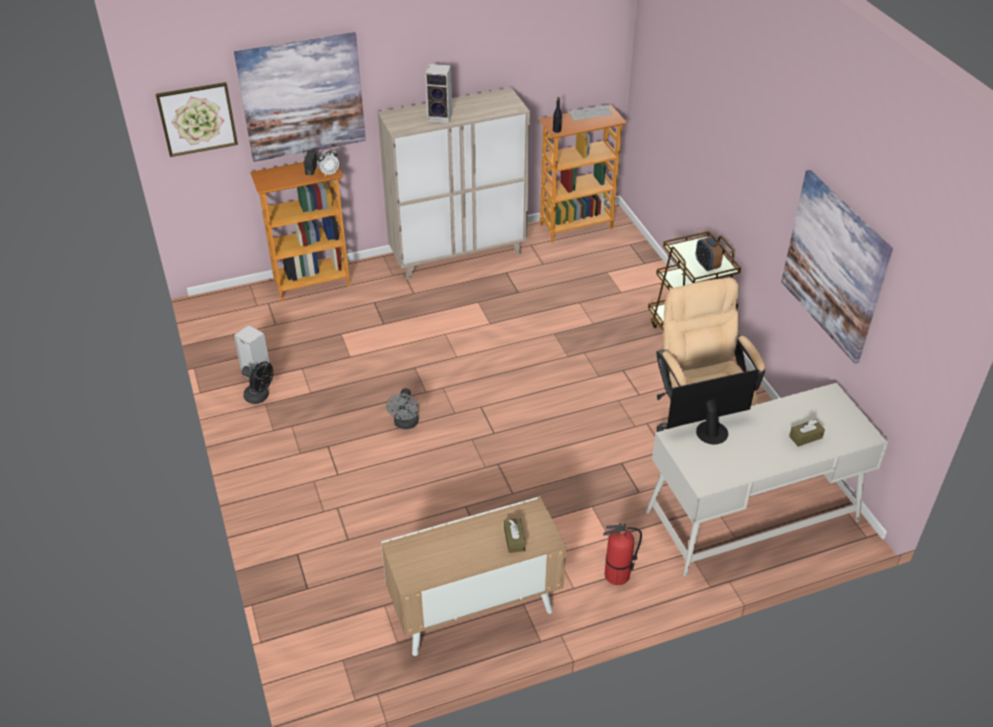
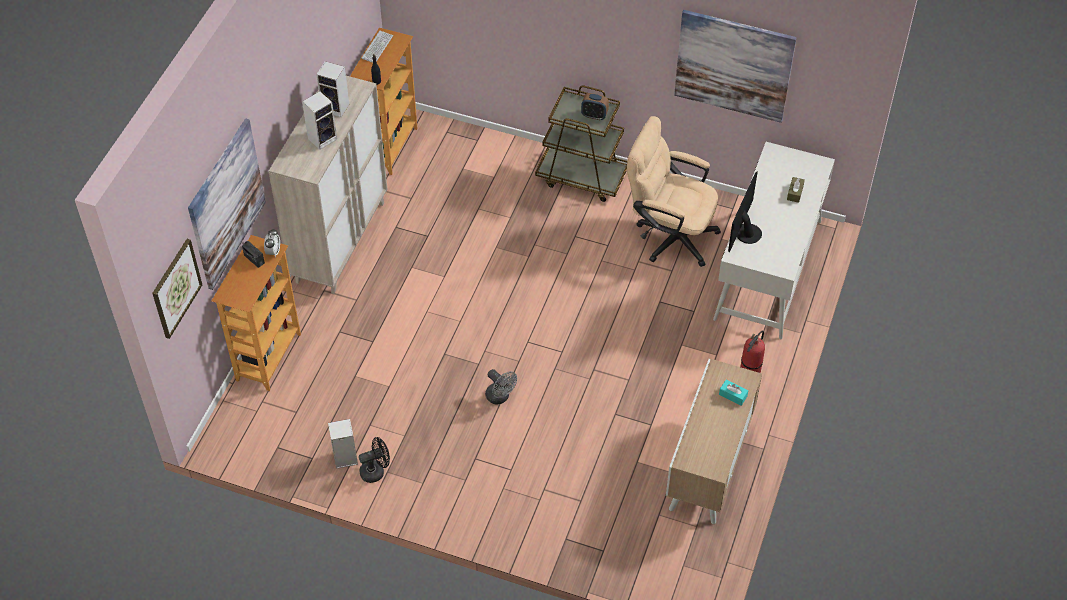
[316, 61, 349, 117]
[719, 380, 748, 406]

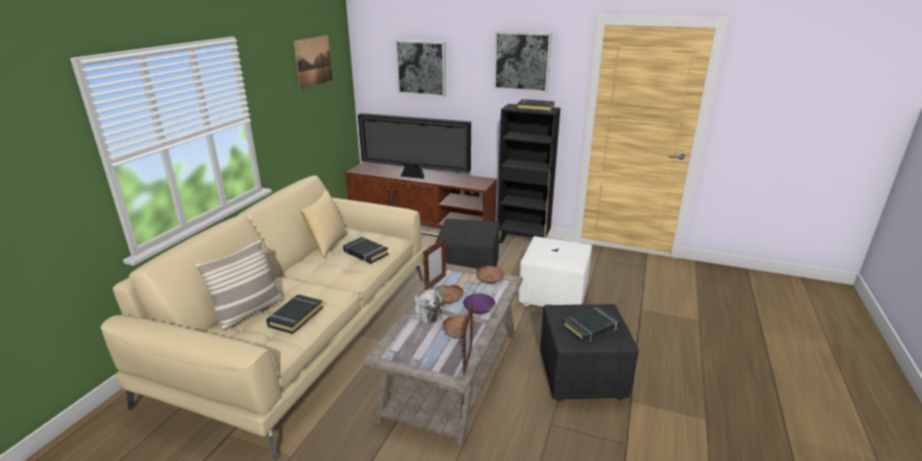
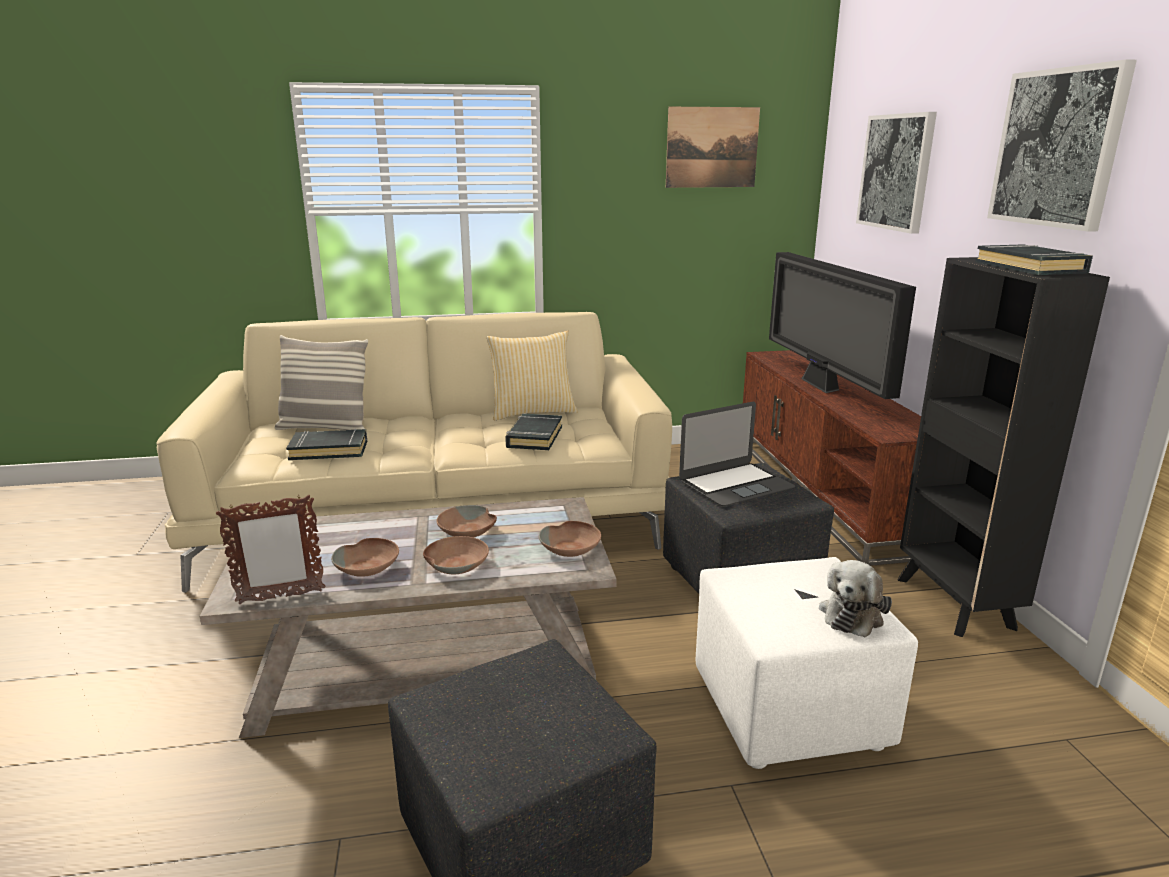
[423, 237, 446, 290] (first image)
[563, 306, 621, 343] (first image)
[679, 402, 795, 506]
[819, 560, 892, 637]
[423, 536, 489, 574]

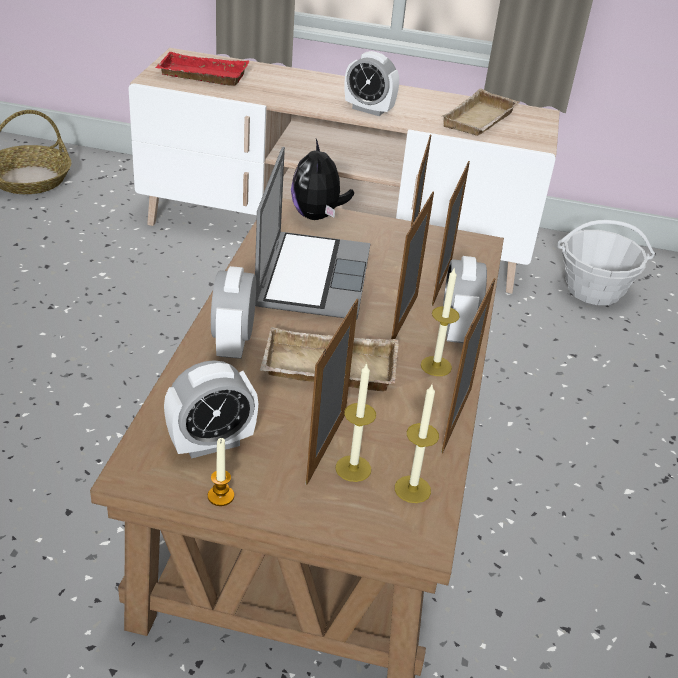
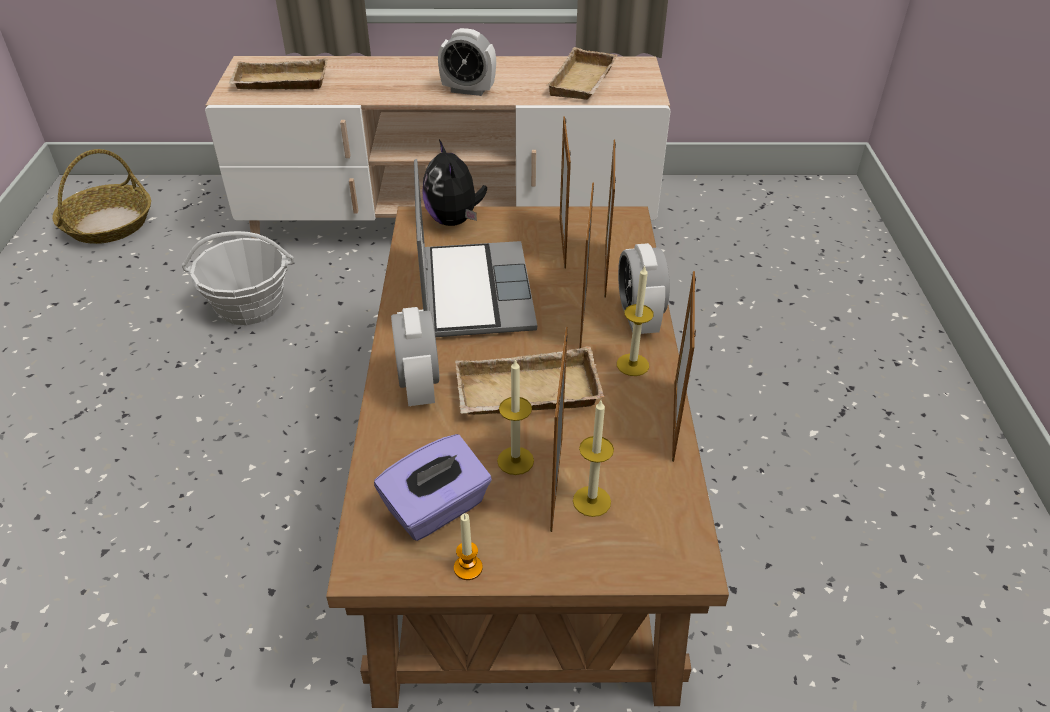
[497, 359, 534, 475]
[182, 231, 294, 325]
[374, 434, 492, 541]
[229, 58, 328, 90]

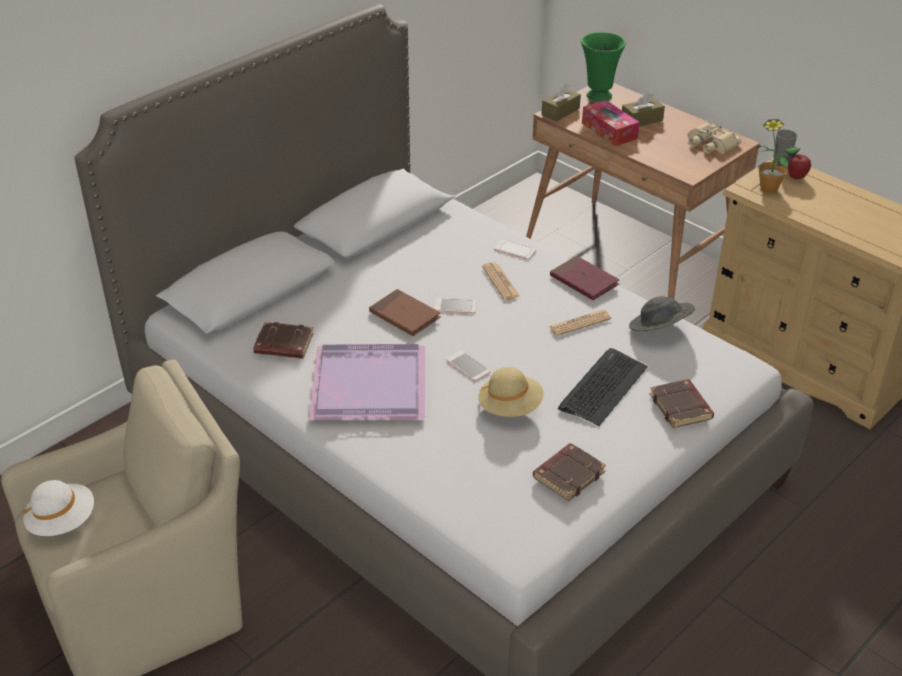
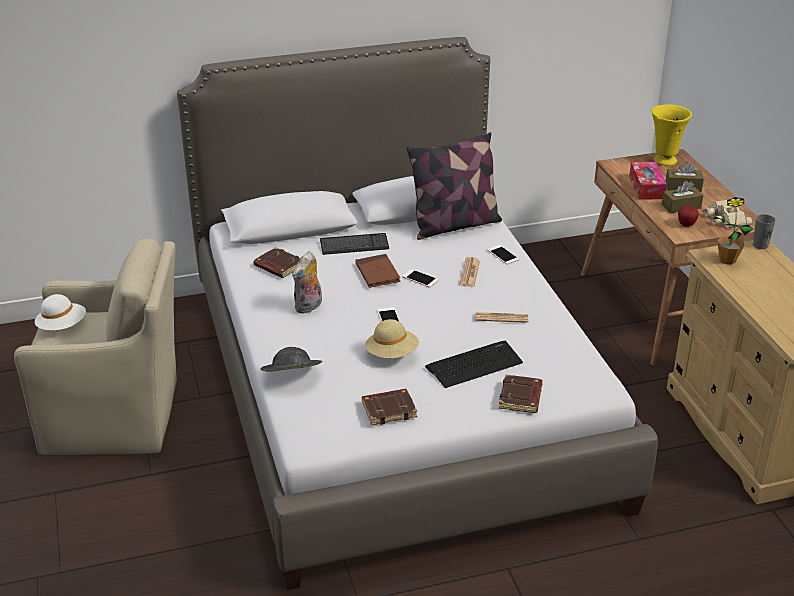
[550, 256, 619, 300] (first image)
[320, 233, 389, 255]
[407, 132, 502, 240]
[662, 181, 703, 213]
[260, 347, 322, 371]
[678, 205, 699, 227]
[292, 251, 322, 314]
[651, 104, 692, 166]

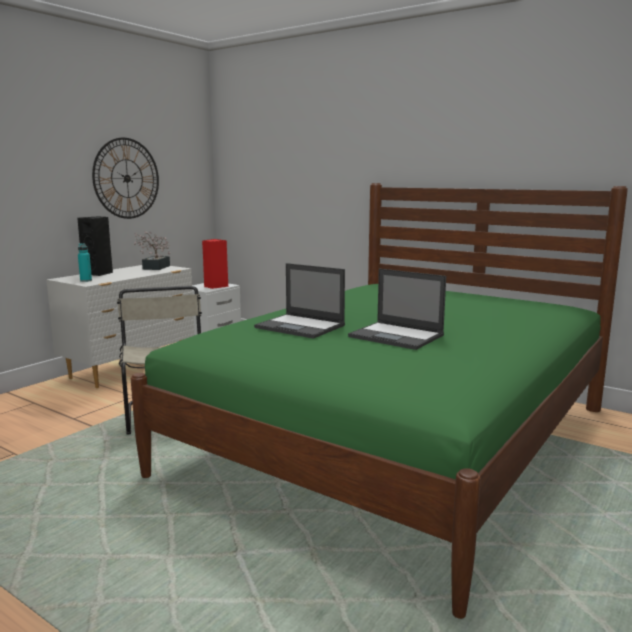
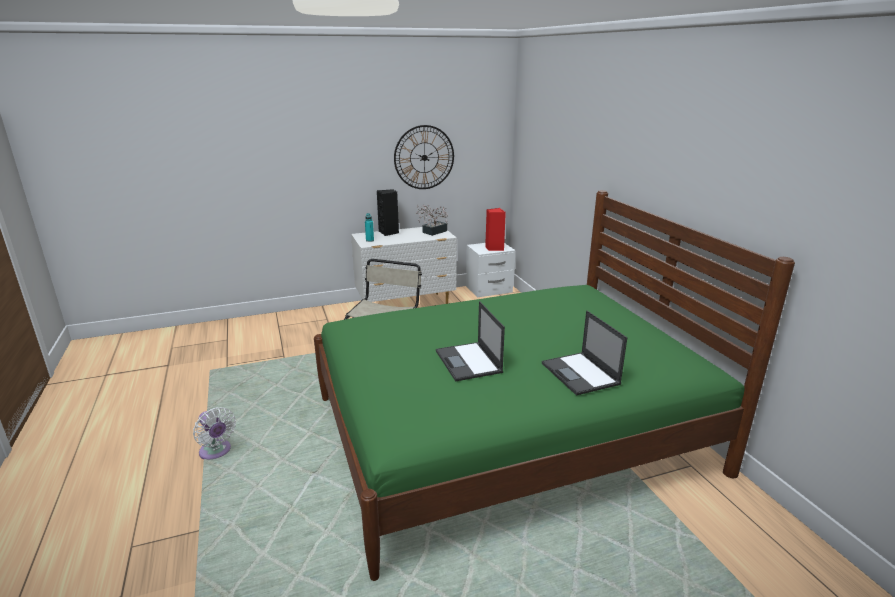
[193, 407, 236, 459]
[542, 310, 627, 396]

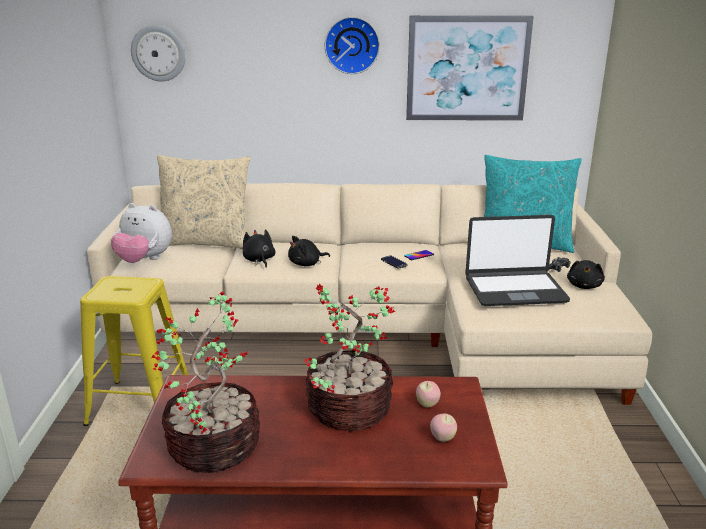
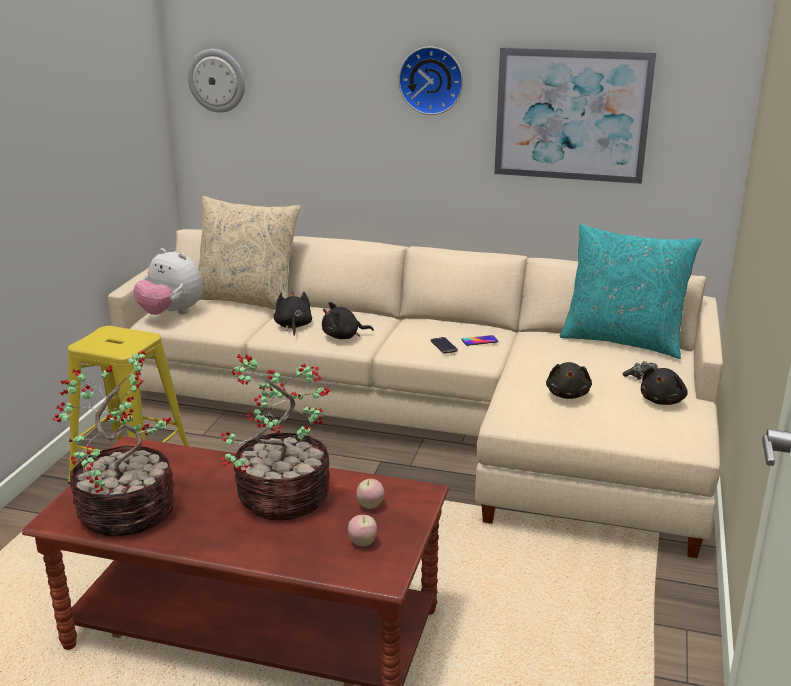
[546, 362, 592, 399]

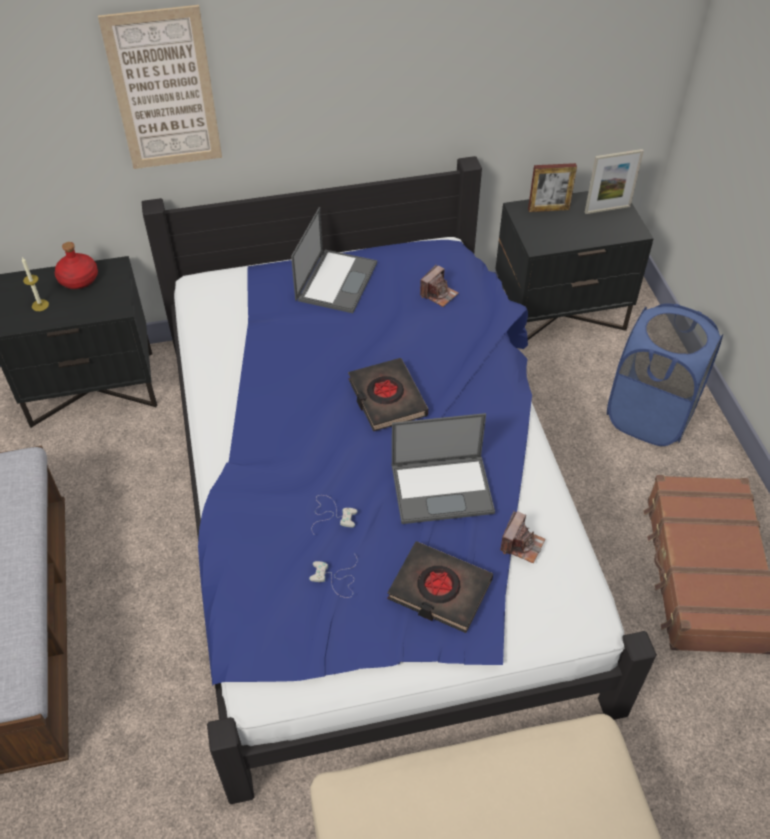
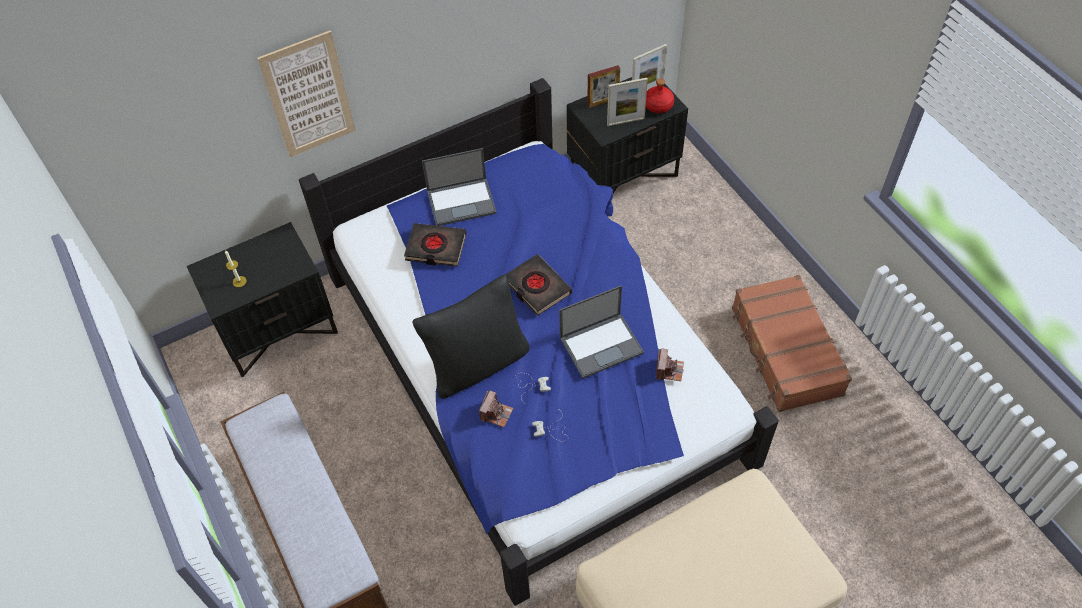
[607, 303, 723, 446] (first image)
[412, 275, 530, 399]
[607, 78, 648, 126]
[646, 78, 674, 113]
[404, 223, 466, 266]
[479, 390, 513, 427]
[422, 148, 497, 226]

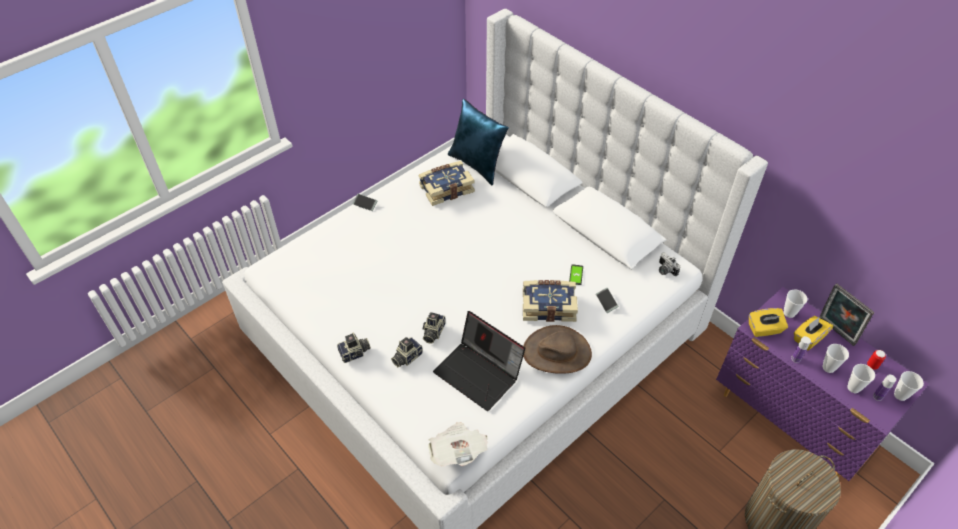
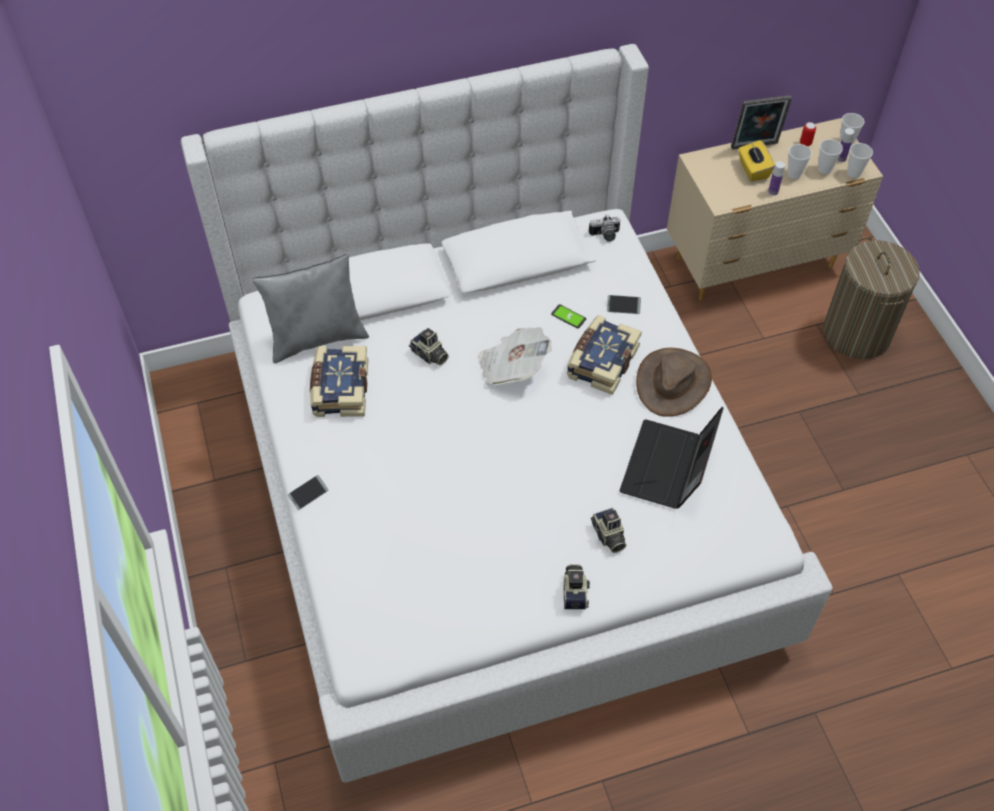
[749, 308, 788, 337] (first image)
[409, 328, 449, 366]
[478, 327, 552, 385]
[847, 143, 873, 178]
[252, 254, 369, 364]
[667, 118, 883, 300]
[619, 407, 724, 509]

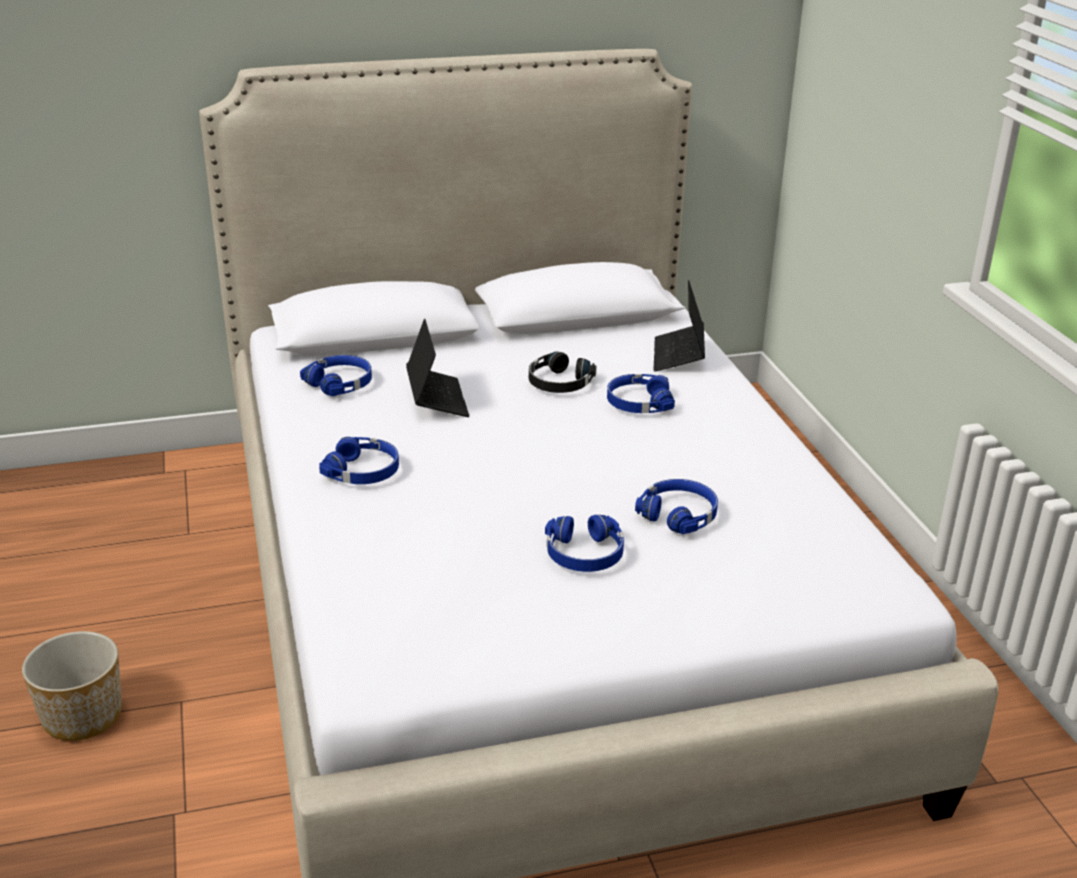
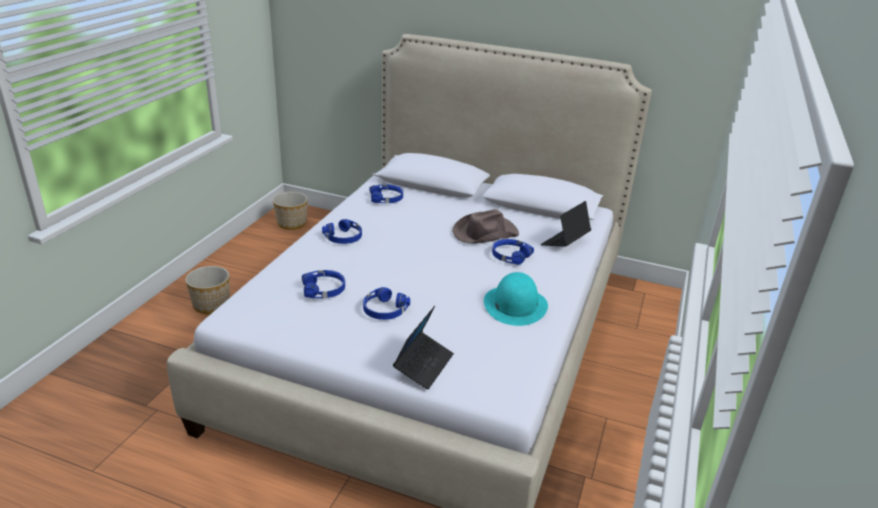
[273, 192, 308, 230]
[484, 272, 548, 326]
[393, 306, 454, 389]
[302, 270, 345, 298]
[452, 209, 519, 244]

